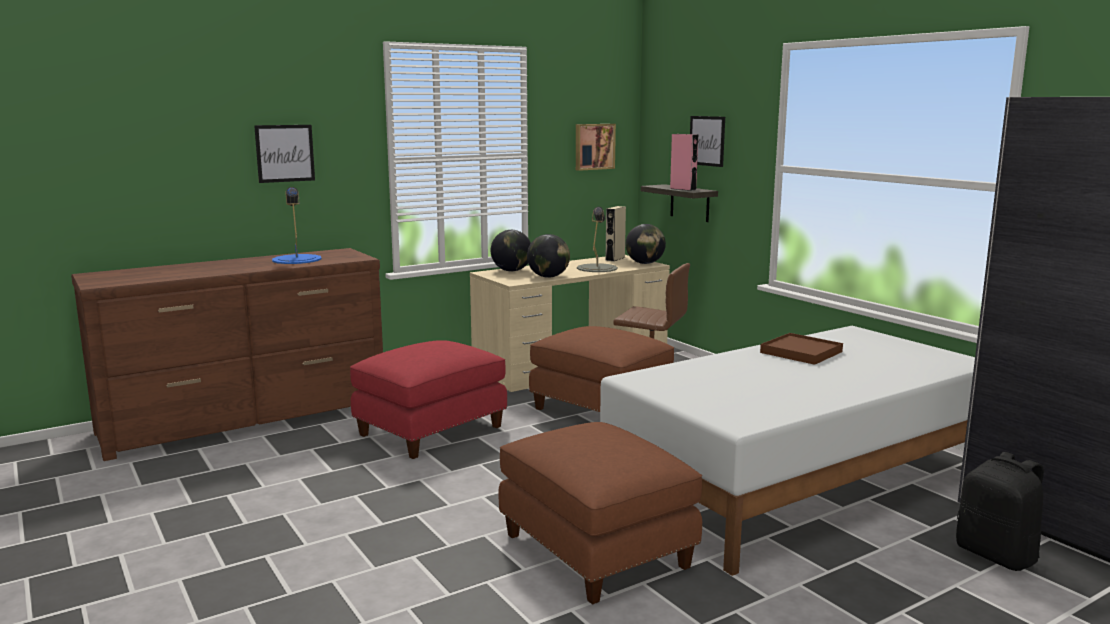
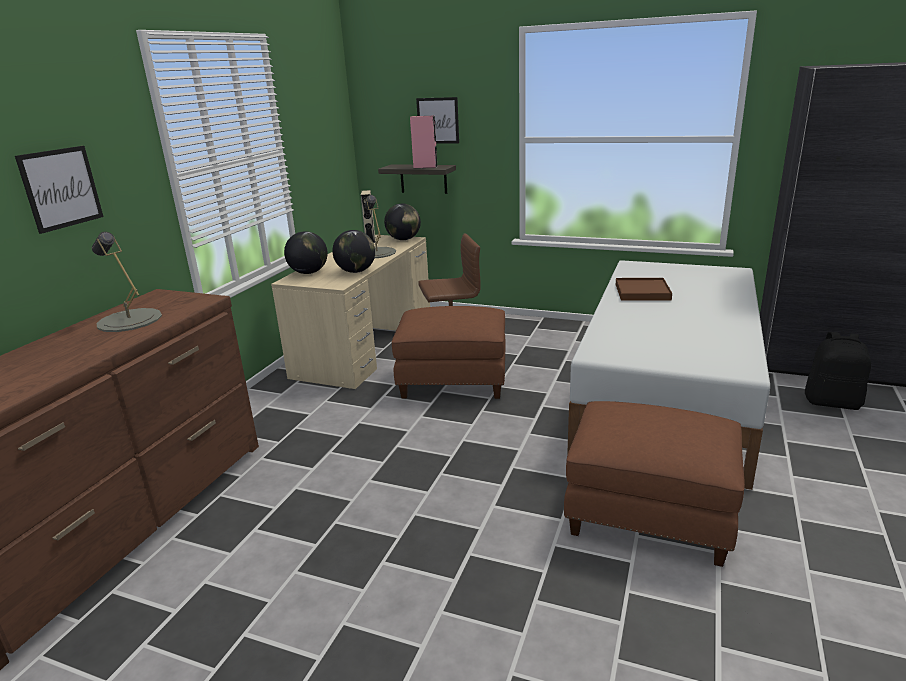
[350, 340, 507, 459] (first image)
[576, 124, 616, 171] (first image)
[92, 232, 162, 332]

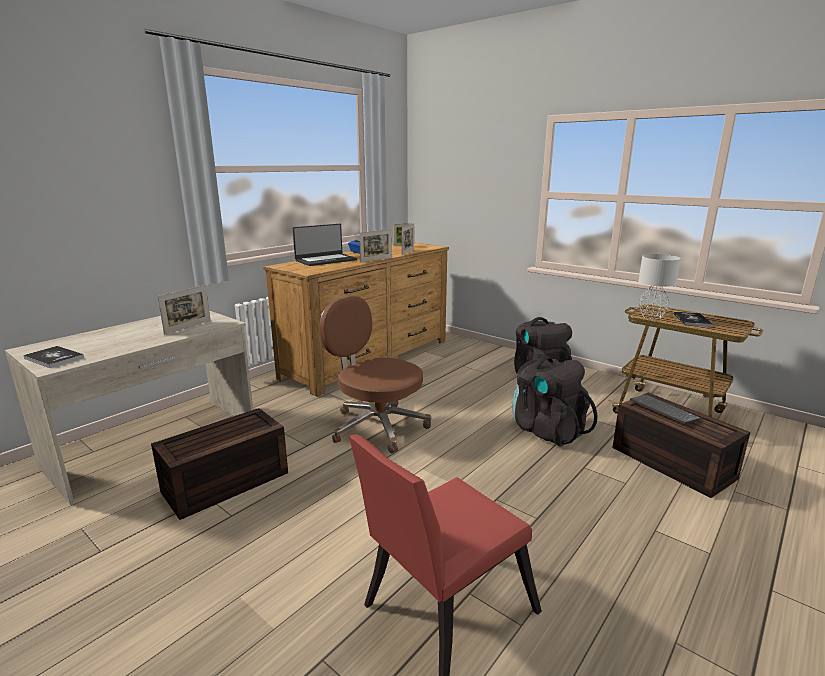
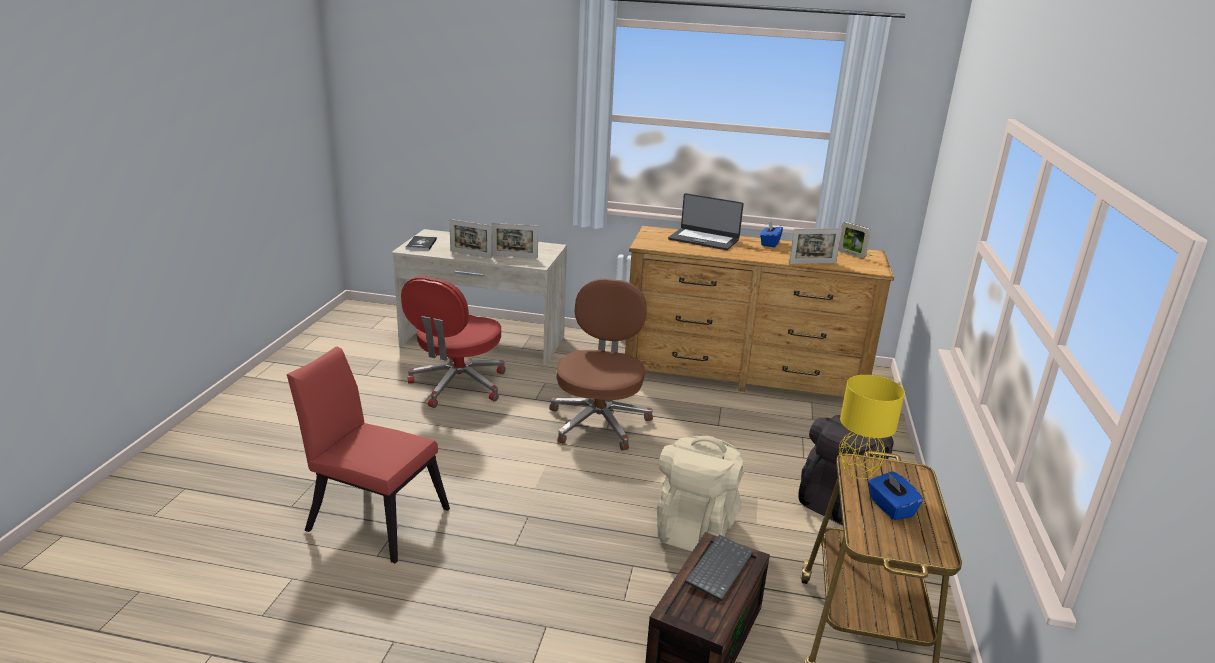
[449, 219, 492, 258]
[401, 276, 506, 408]
[868, 471, 923, 520]
[657, 436, 745, 551]
[839, 375, 905, 479]

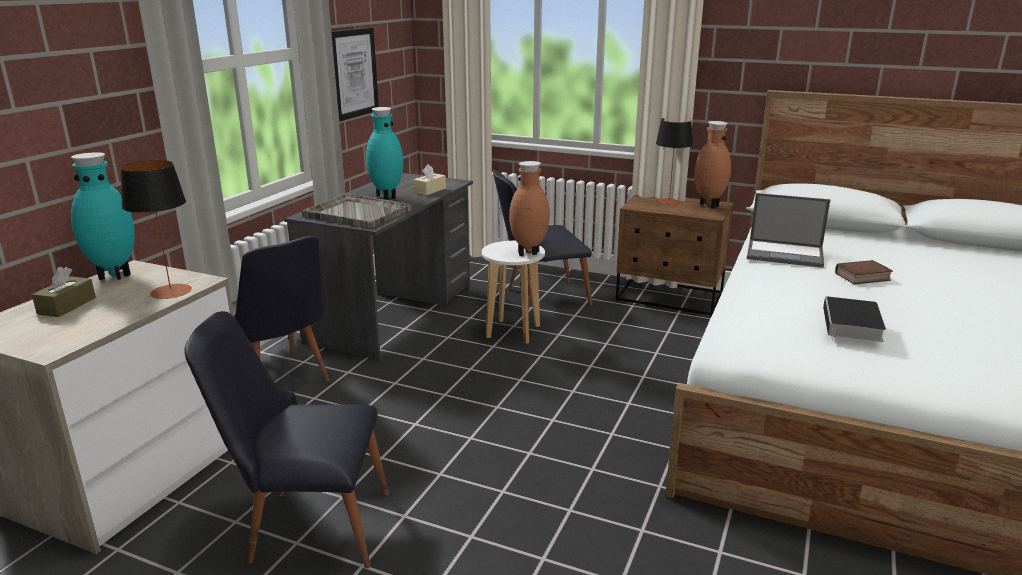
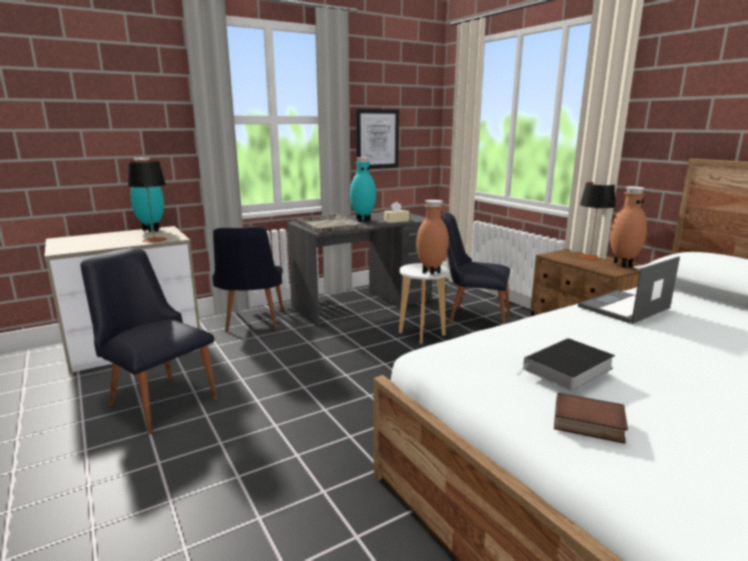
[32, 267, 96, 317] (first image)
[554, 393, 628, 444]
[578, 256, 680, 324]

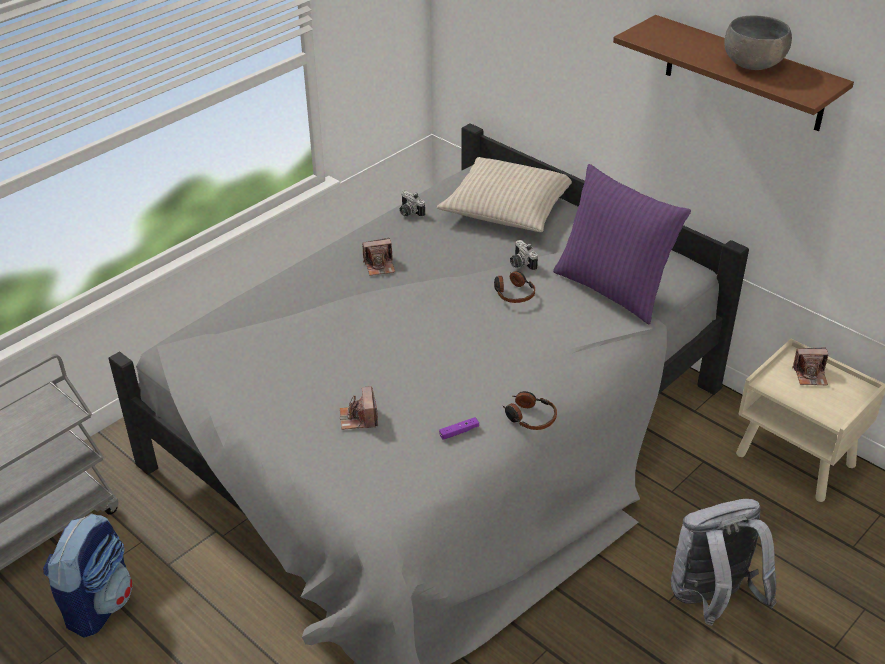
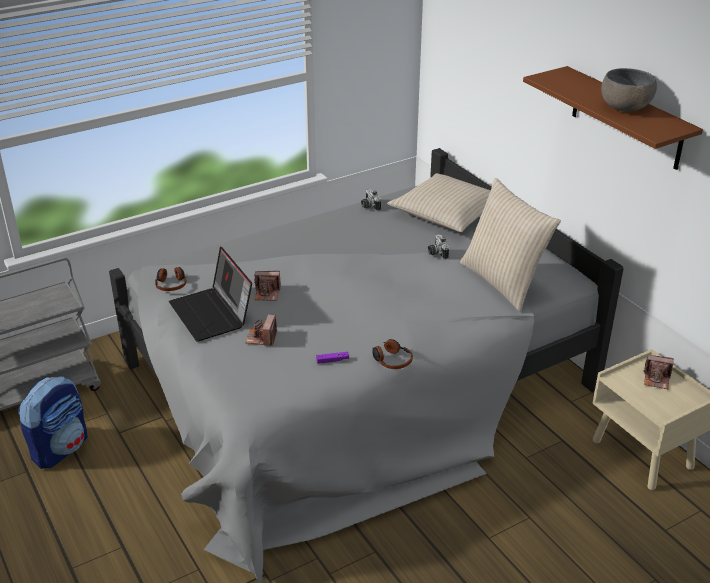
[671, 499, 777, 626] (first image)
[169, 246, 252, 342]
[254, 271, 281, 301]
[155, 267, 186, 291]
[460, 178, 561, 312]

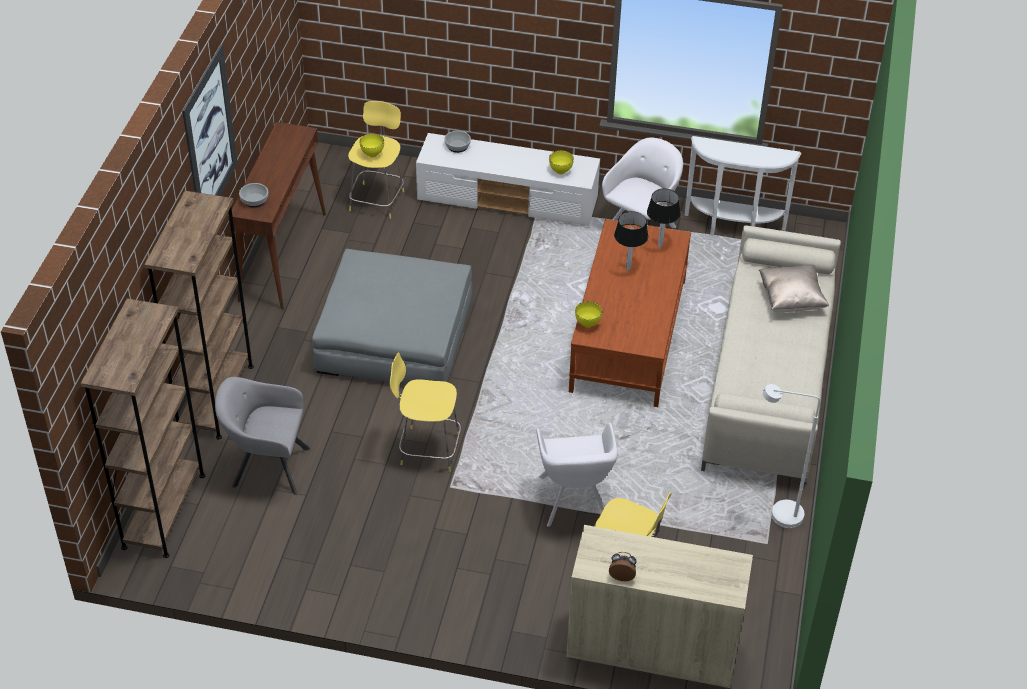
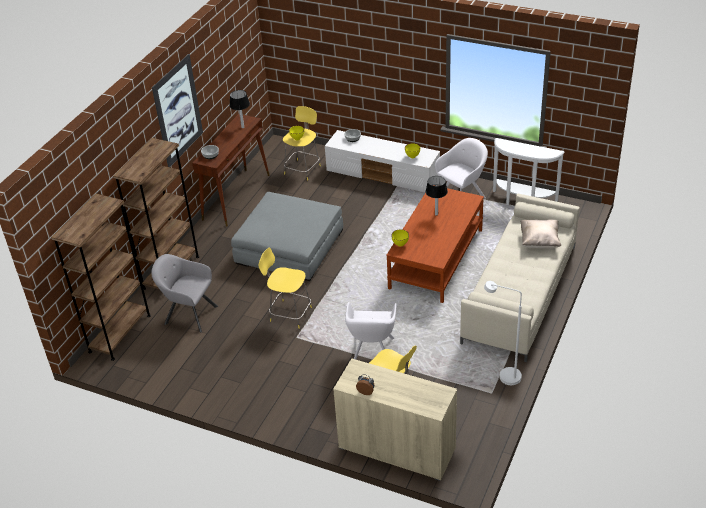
[229, 90, 250, 128]

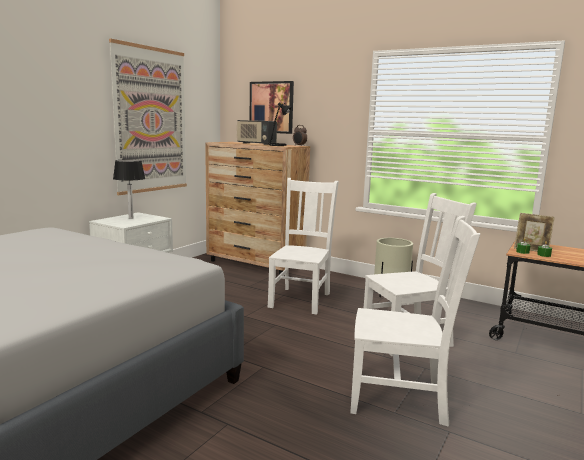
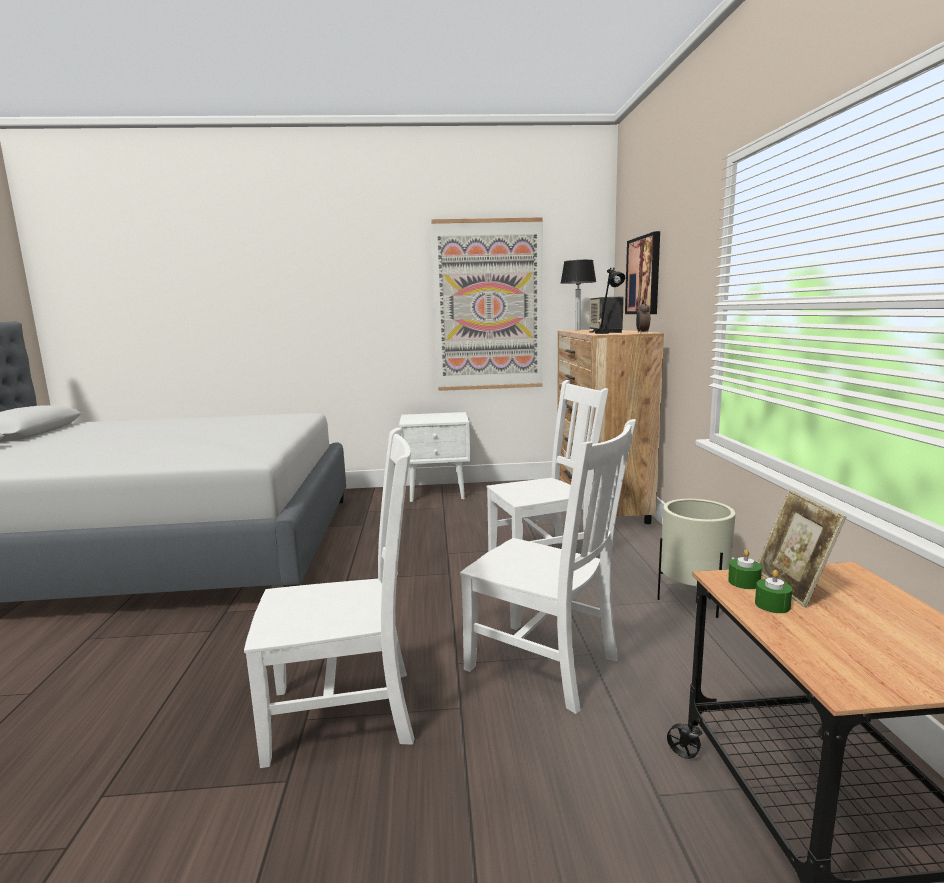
[561, 260, 596, 330]
[244, 428, 415, 768]

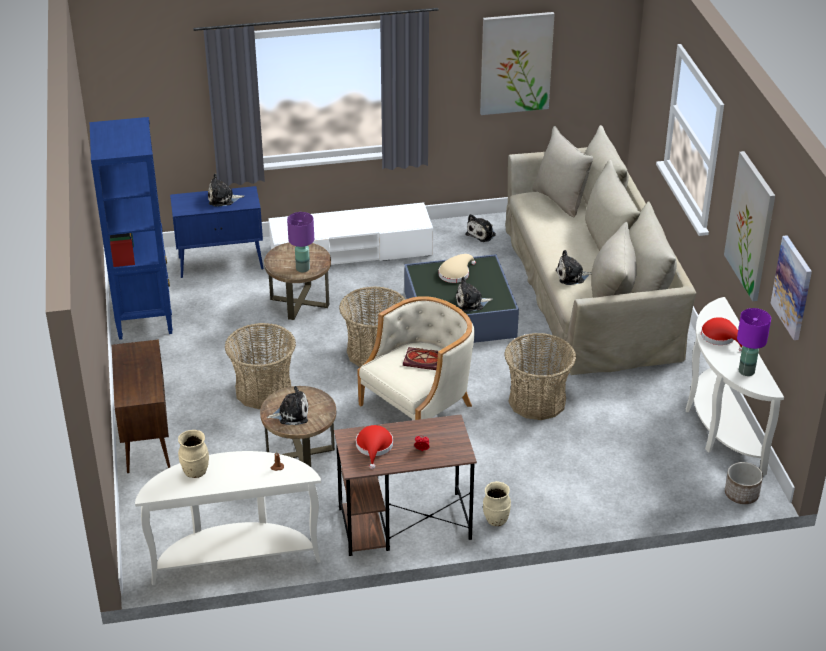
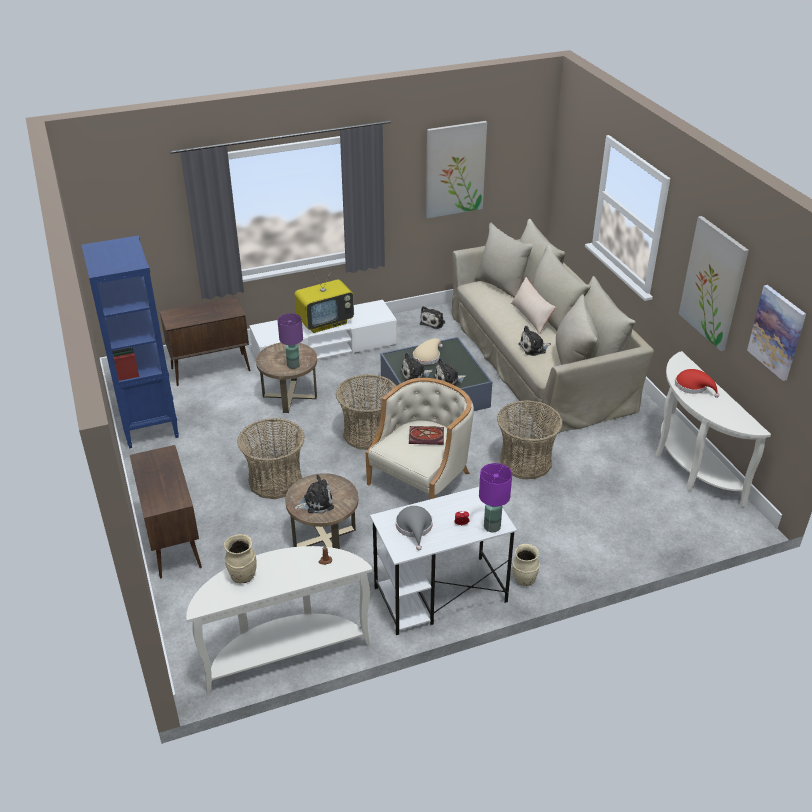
[725, 462, 763, 504] (first image)
[294, 269, 354, 333]
[511, 277, 555, 335]
[400, 352, 433, 381]
[479, 463, 512, 533]
[160, 297, 250, 386]
[370, 487, 517, 635]
[396, 506, 433, 550]

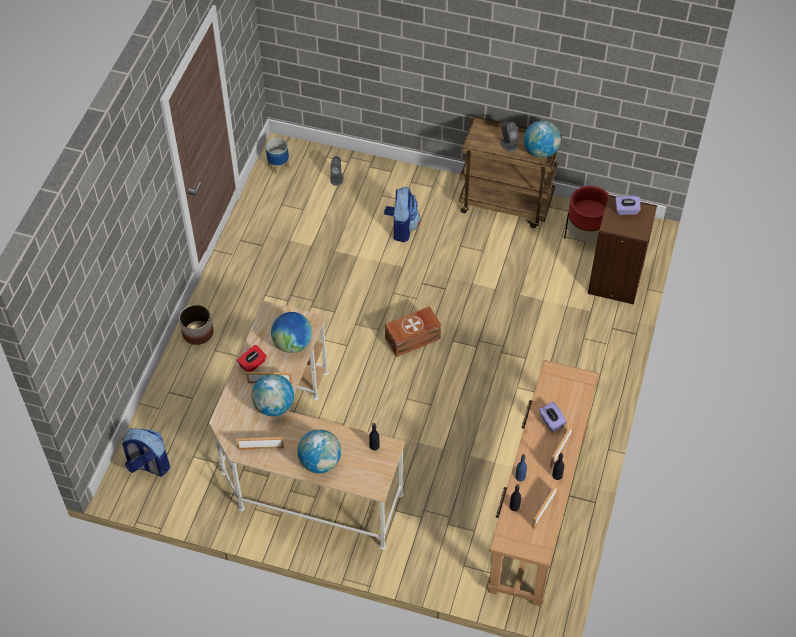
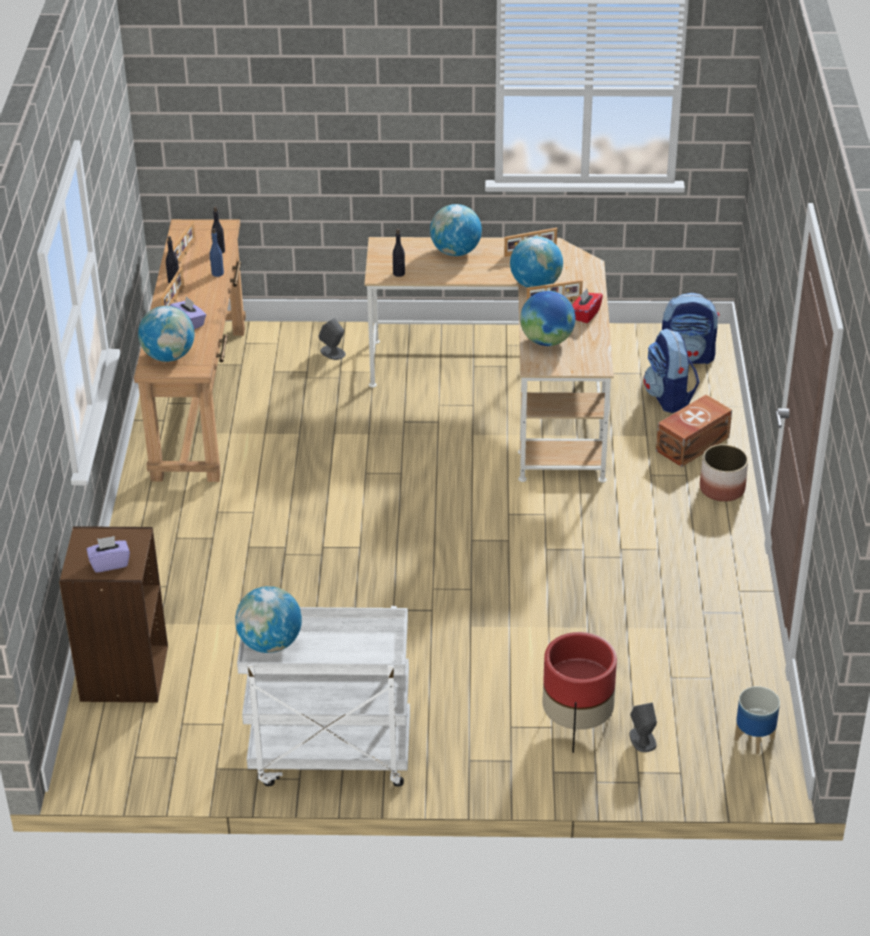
[138, 306, 194, 362]
[643, 328, 699, 413]
[656, 395, 732, 467]
[318, 318, 346, 360]
[542, 632, 617, 753]
[237, 606, 410, 787]

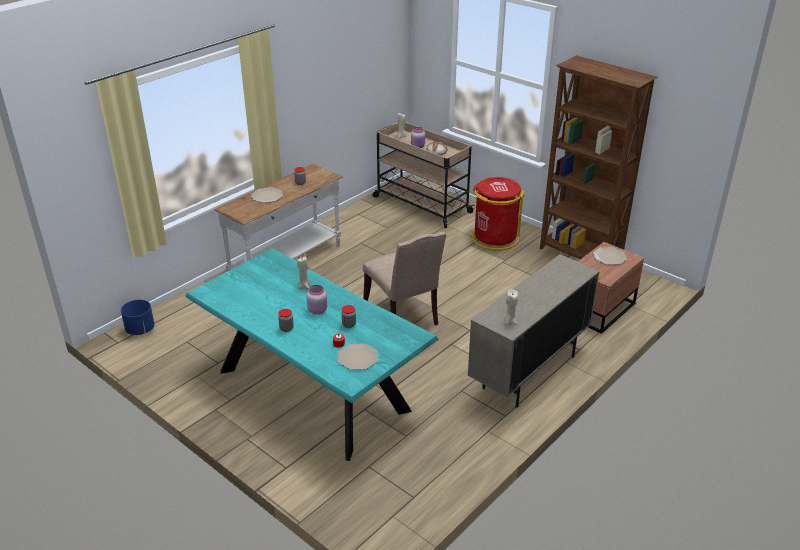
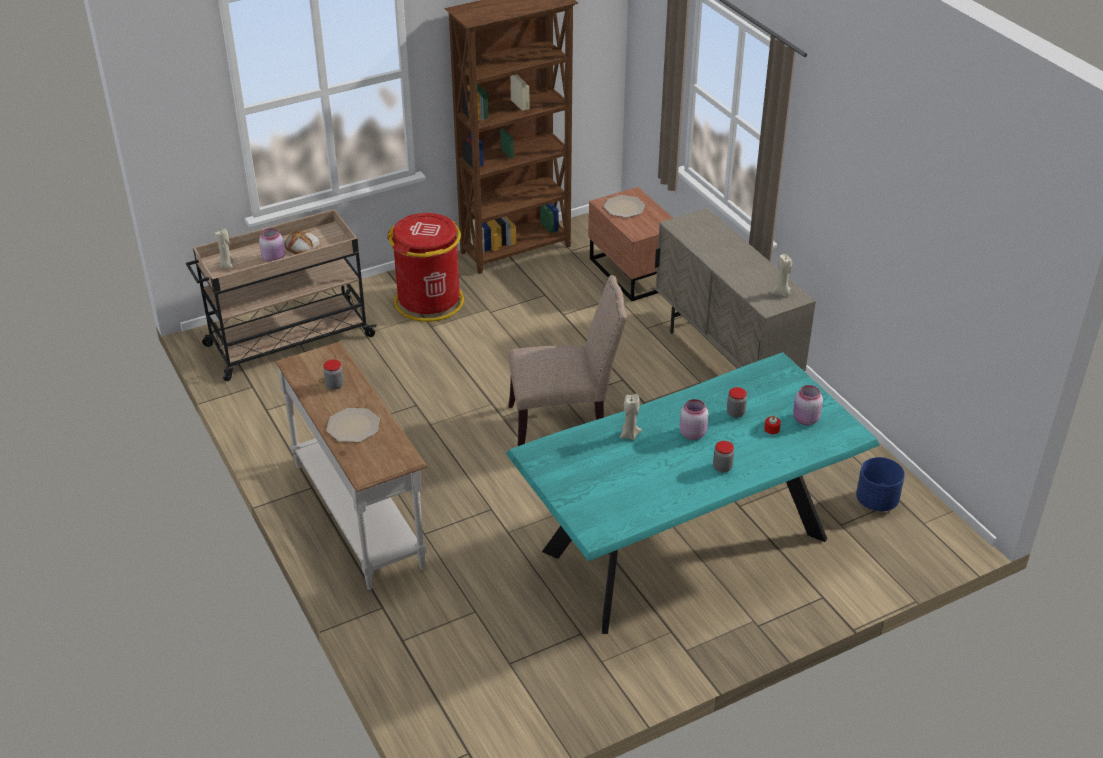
[856, 457, 905, 511]
[793, 385, 823, 425]

